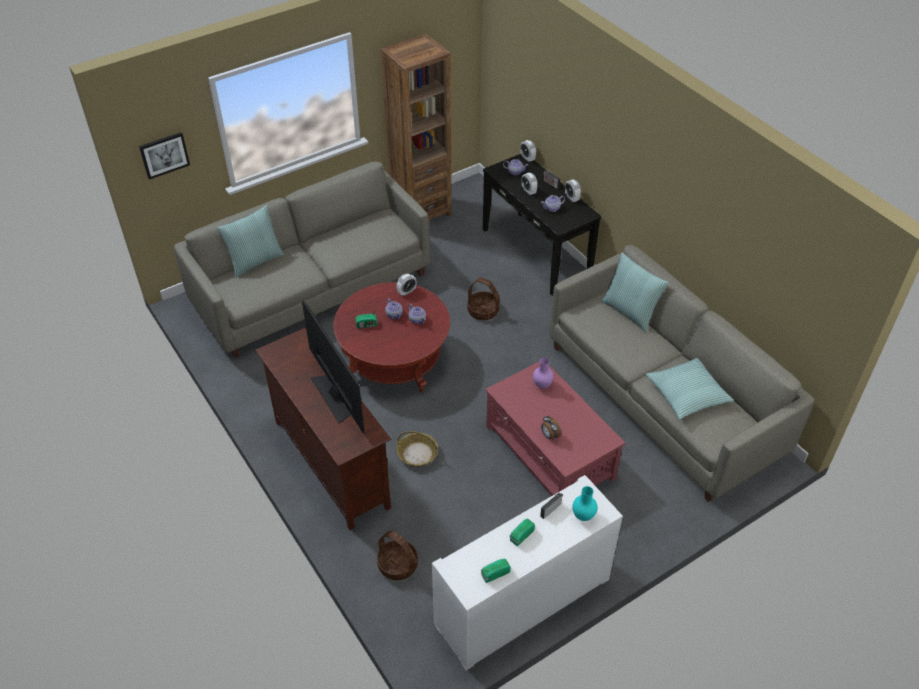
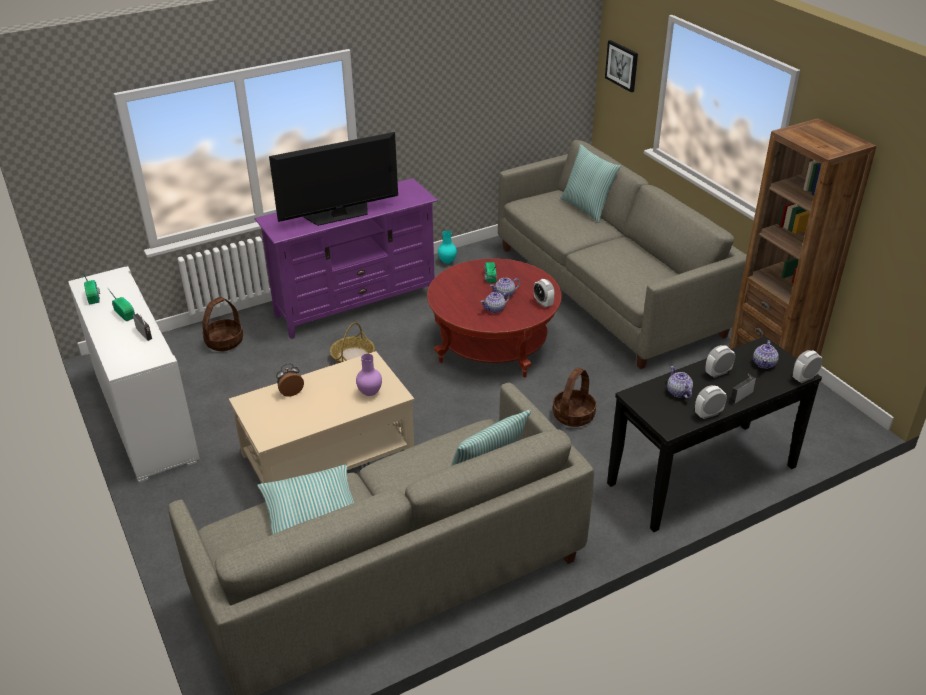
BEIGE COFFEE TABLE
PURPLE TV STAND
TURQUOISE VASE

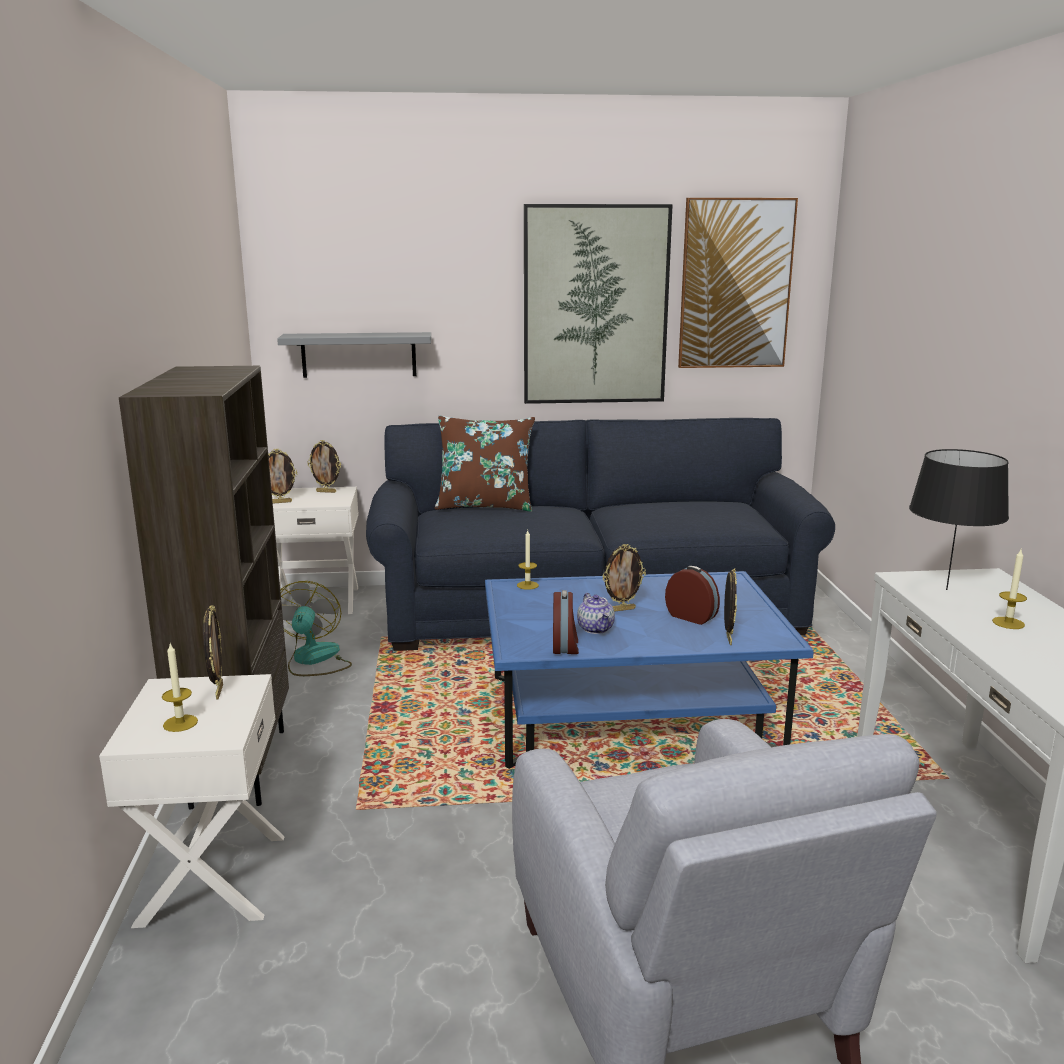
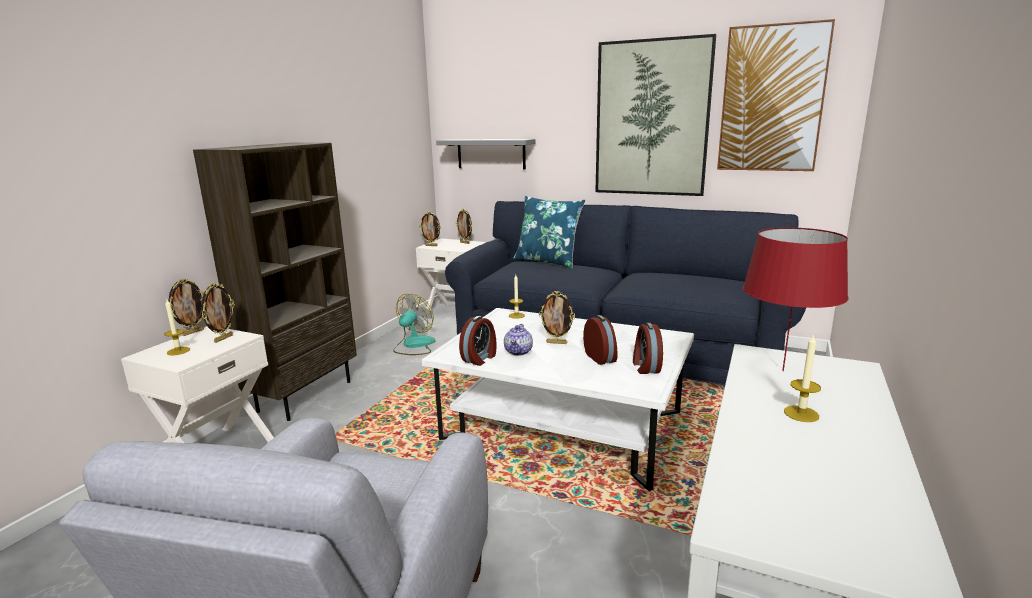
PICTURE FRAME (no. 1 from left)
WHITE COFFEE TABLE
BLUE PILLOW
ALARM CLOCK (no. 3 from left)
RED TABLE LAMP

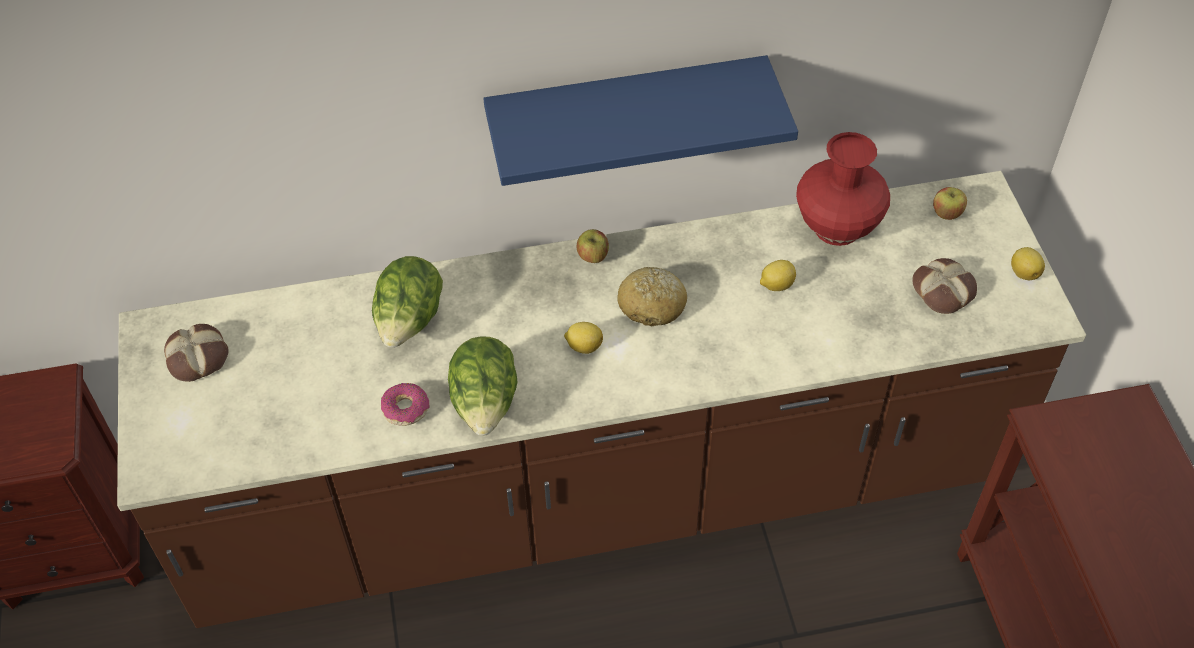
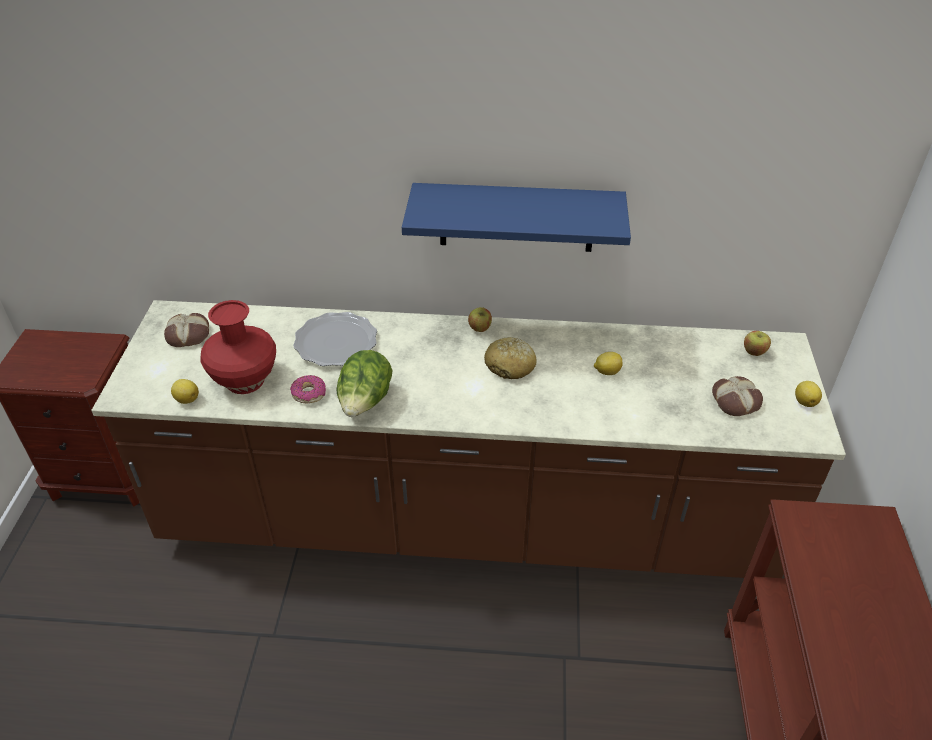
LEMON (no. 1 from left)
RED VASE
PLATE

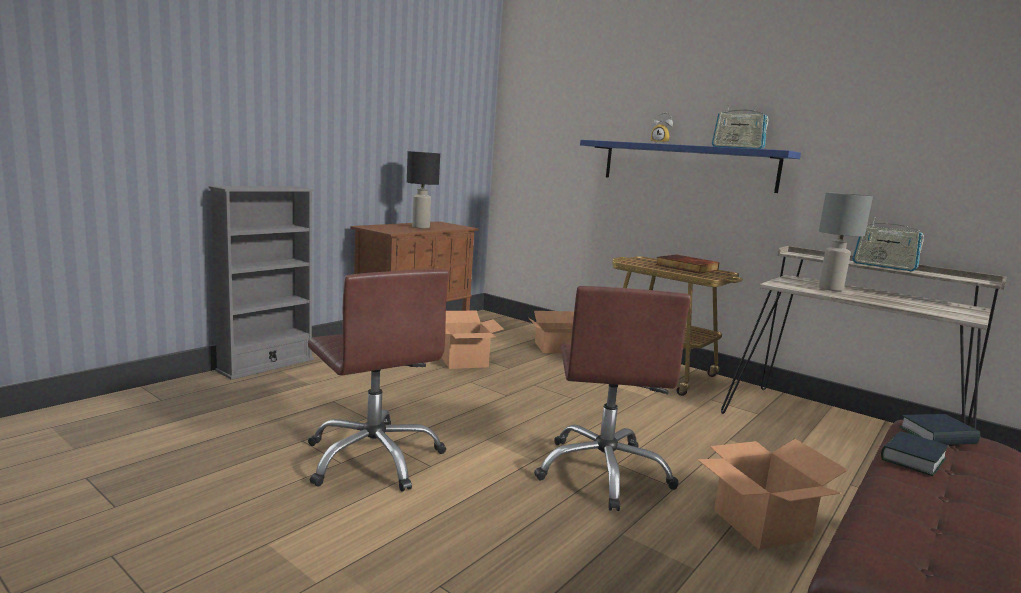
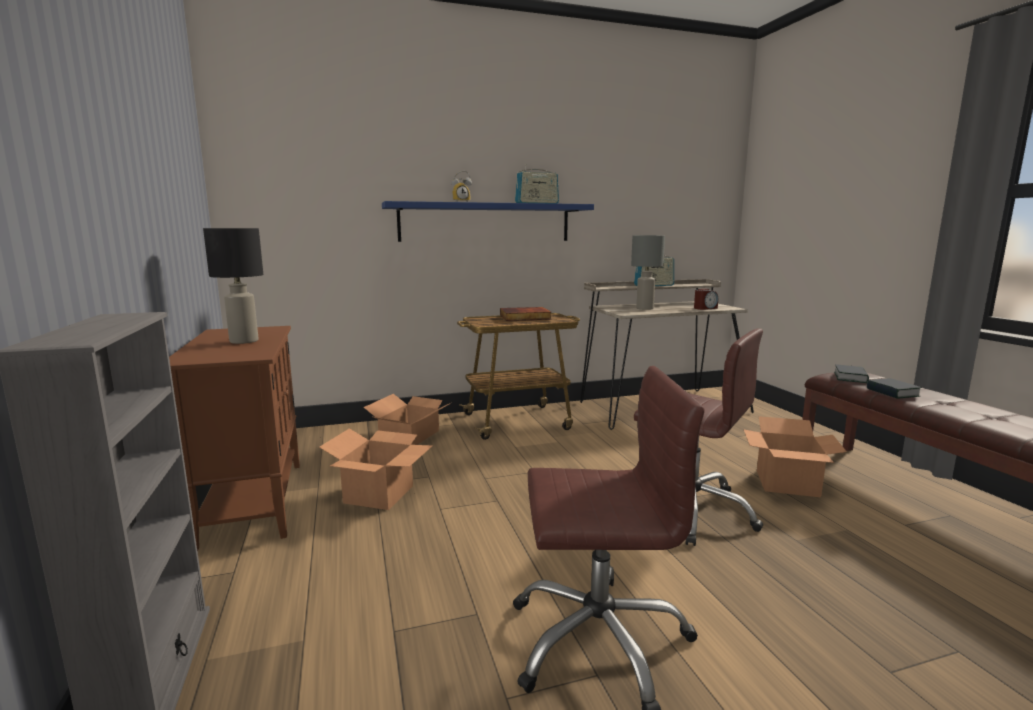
ALARM CLOCK (no. 2 from left)

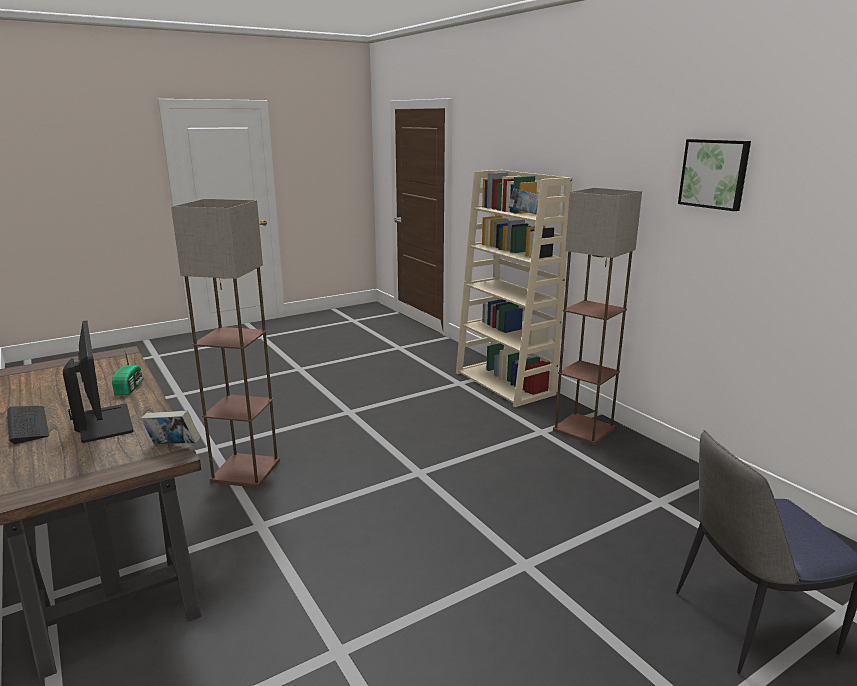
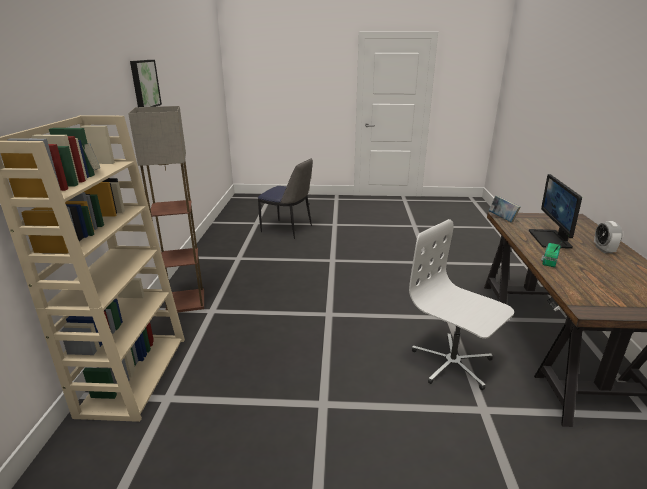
WHITE OFFICE CHAIR
ALARM CLOCK

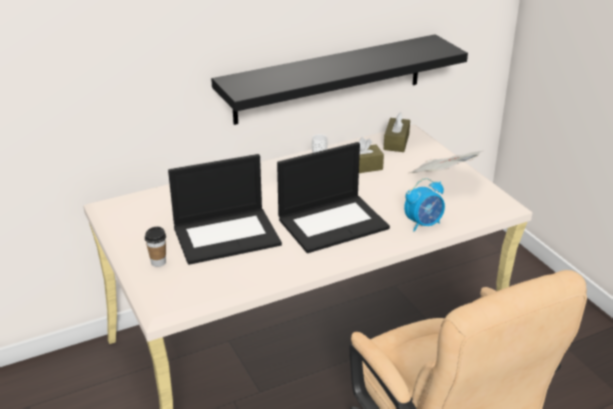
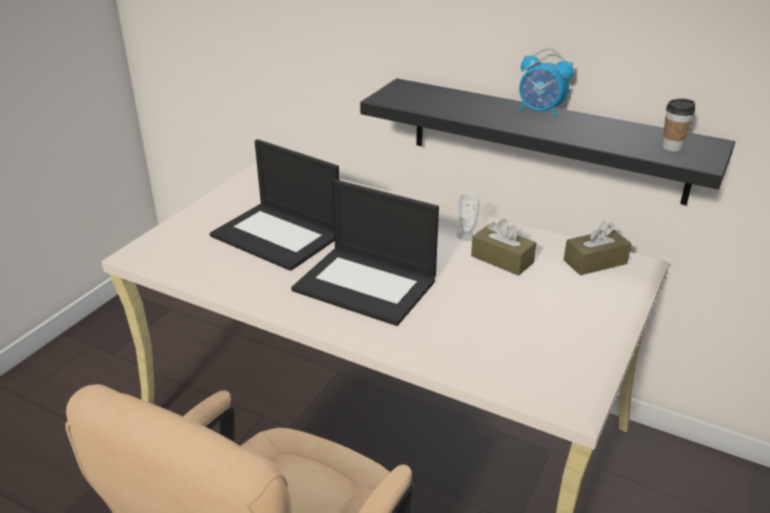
ALARM CLOCK
CUP (no. 2 from left)
NEWSPAPER

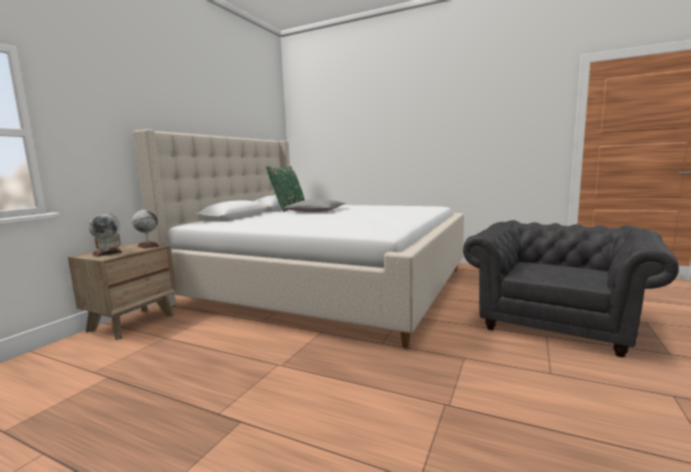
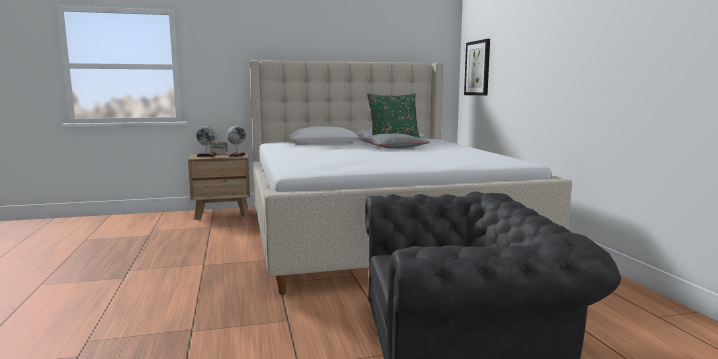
PICTURE

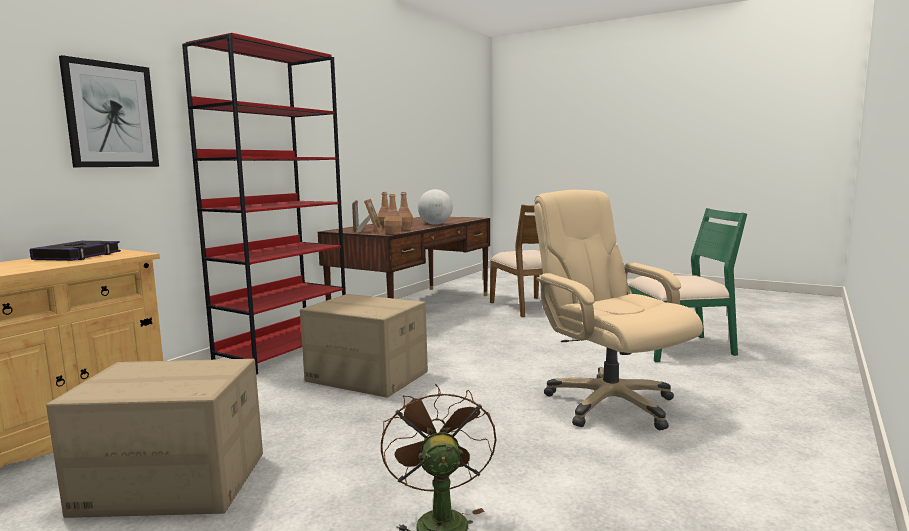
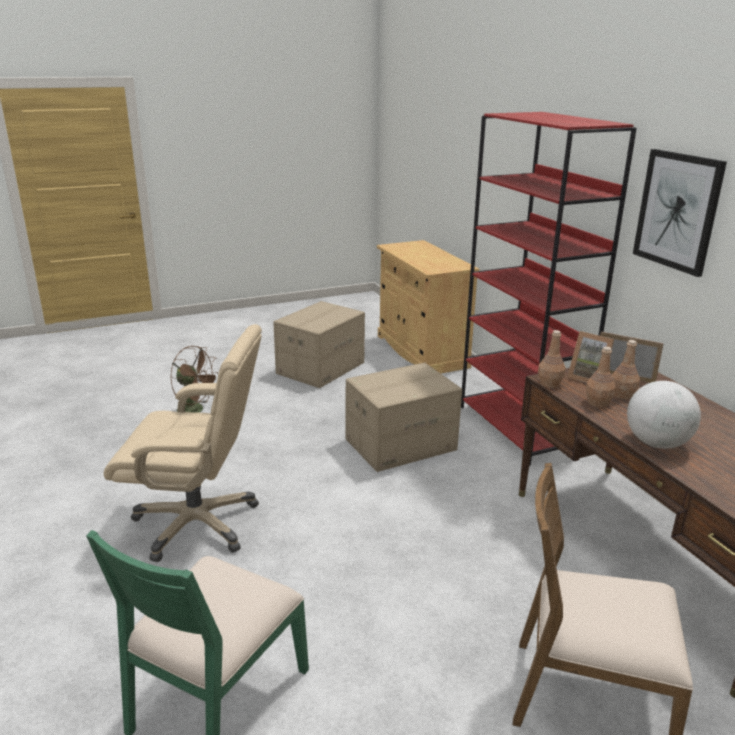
PICTURE
BOOK

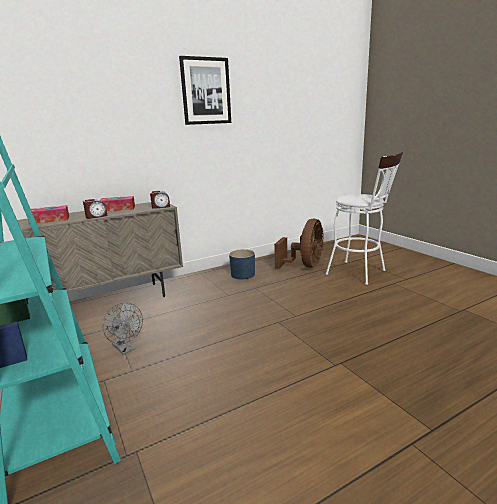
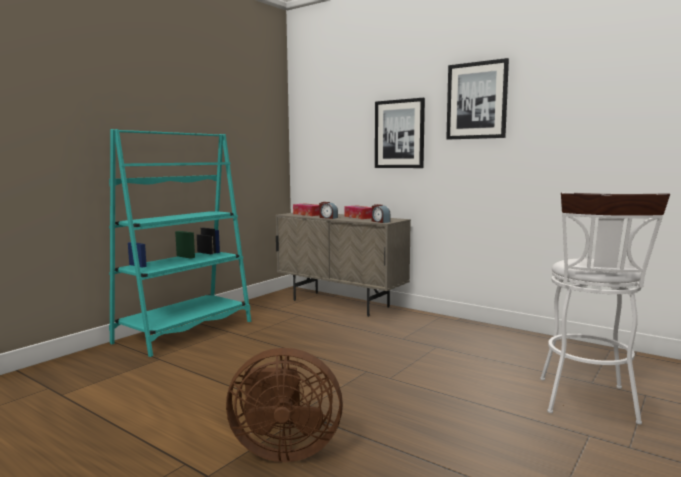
BROWN FAN
PICTURE (no. 1 from left)
GREY FAN
BLUE PLANTER

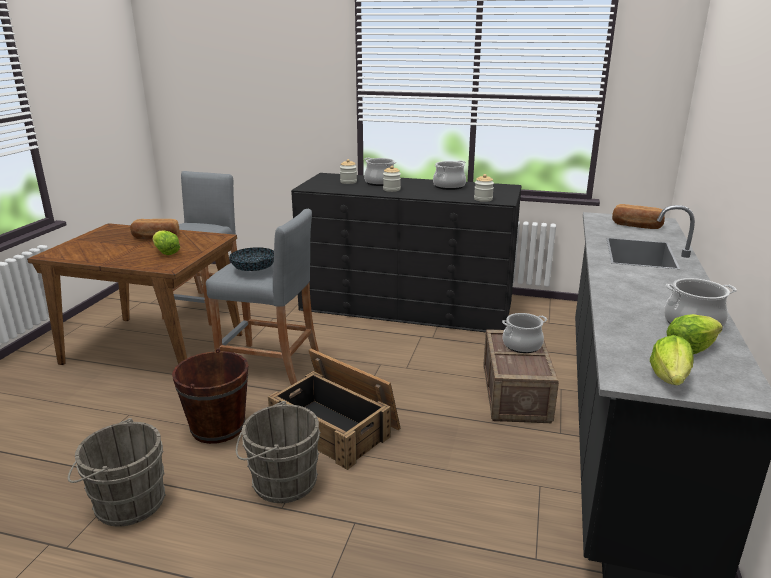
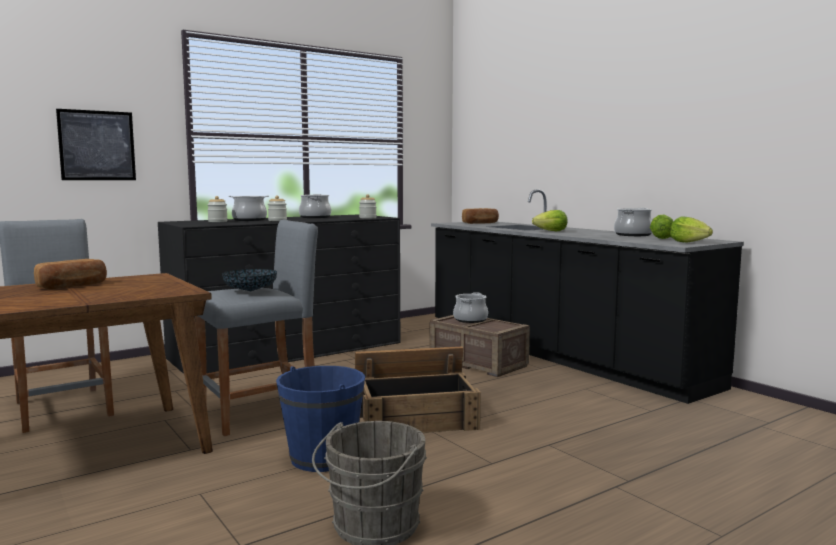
PICTURE
BLUE BUCKET
LETTUCE (no. 1 from left)
GREY BUCKET (no. 2 from left in the first image)

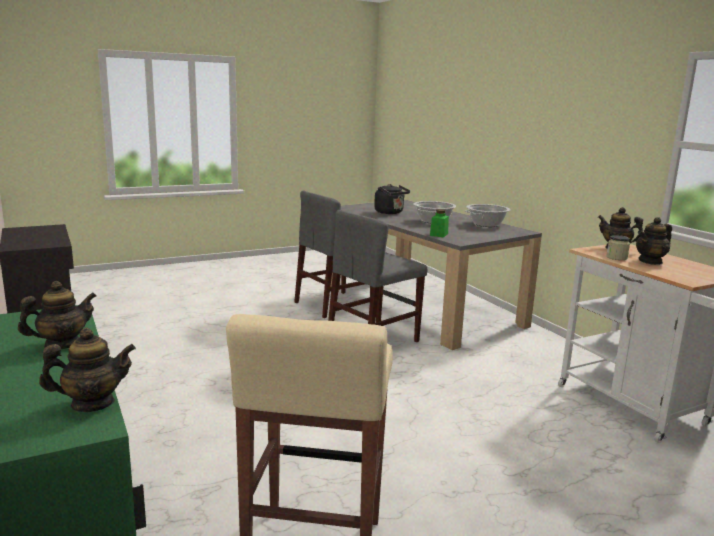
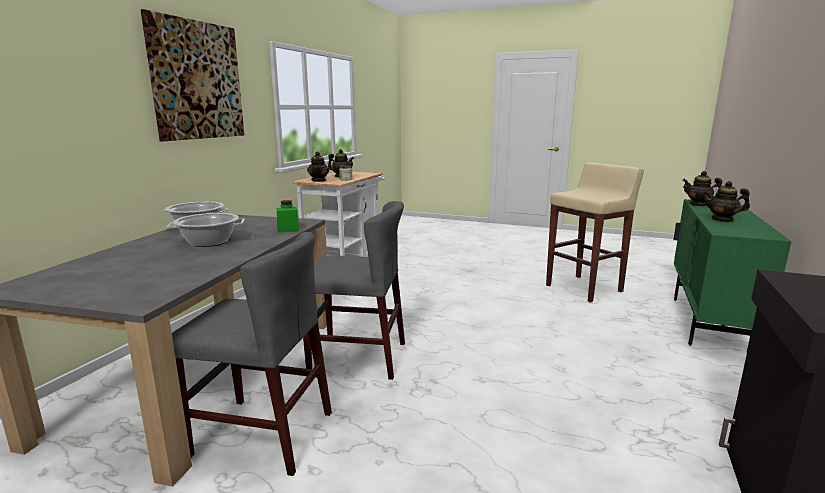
PICTURE
BLACK KETTLE

